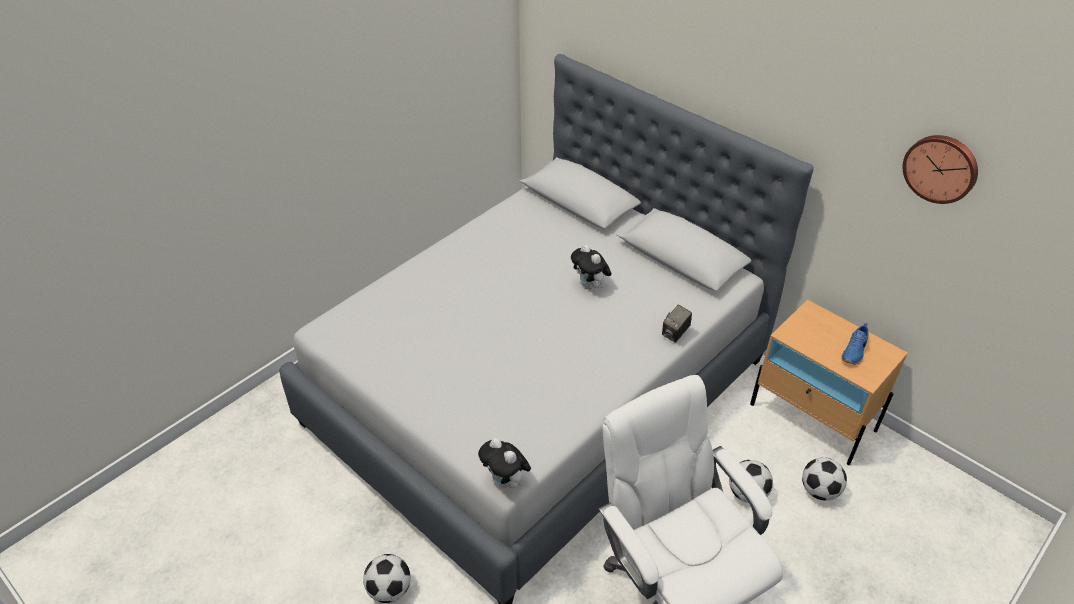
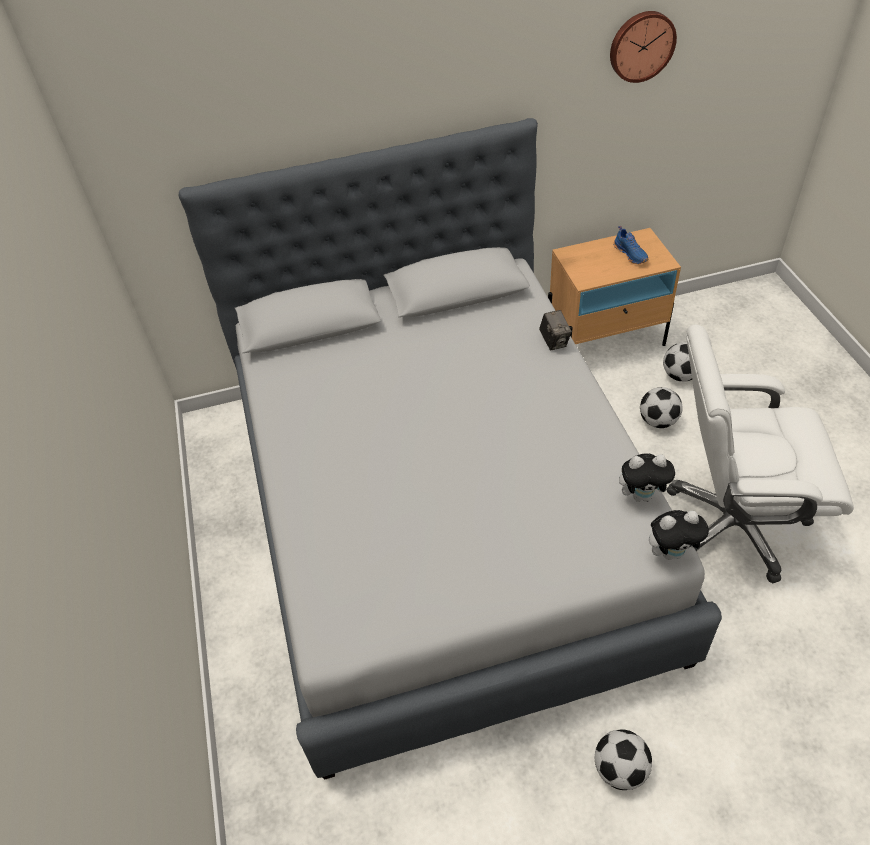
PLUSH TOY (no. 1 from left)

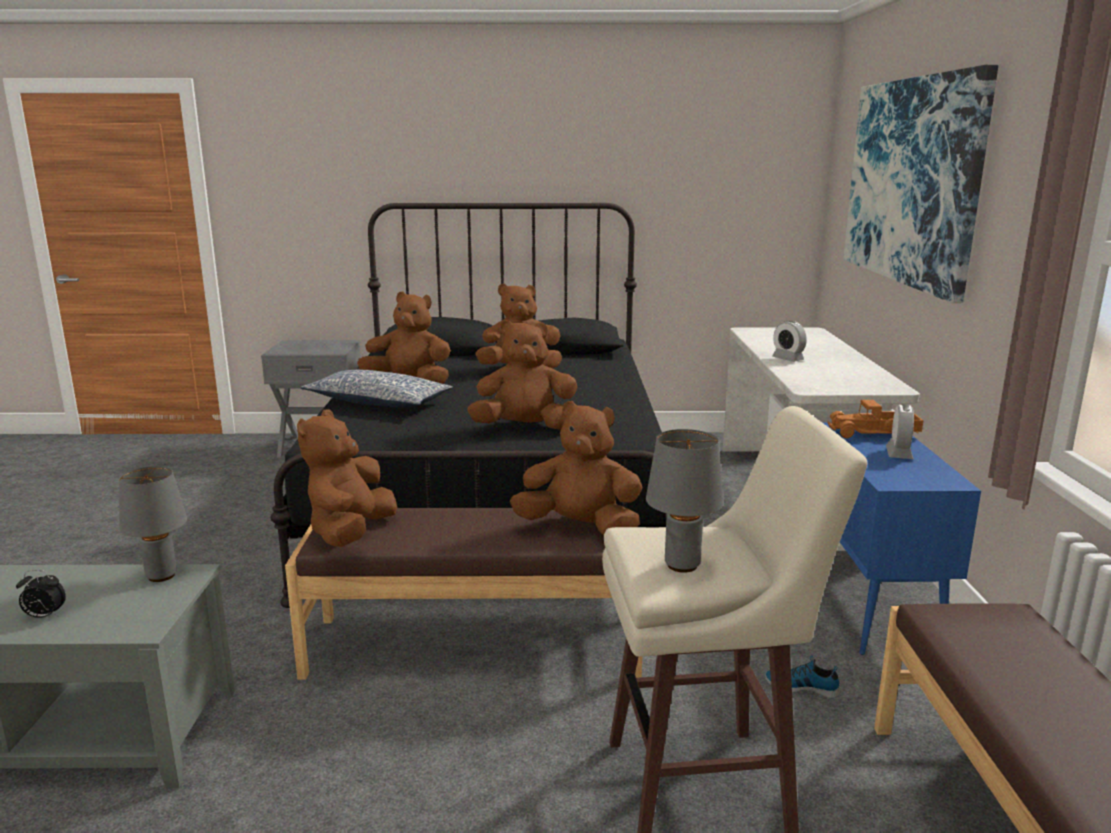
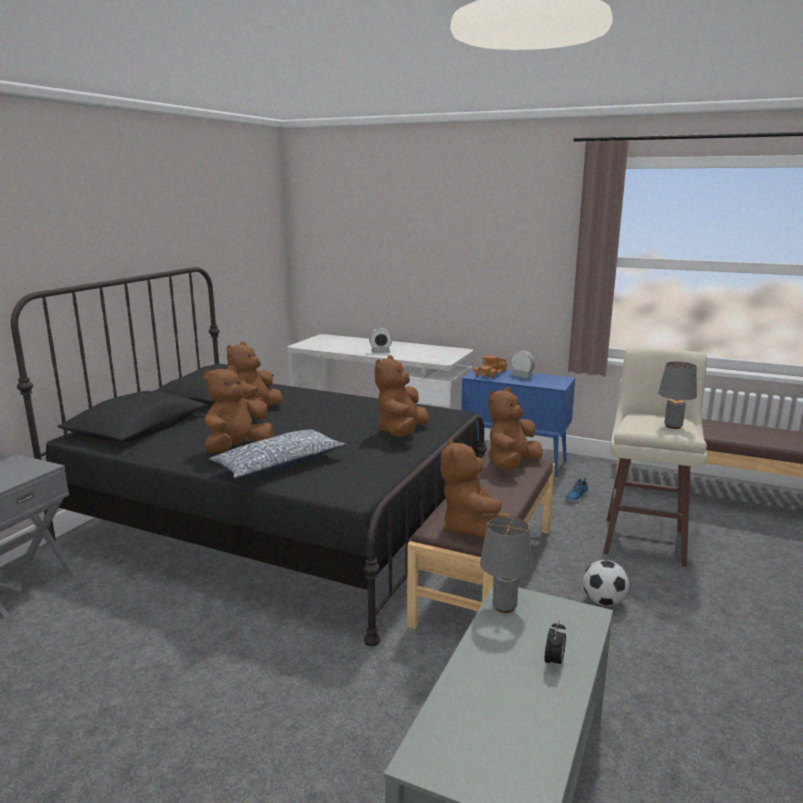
BROWN PLUSH TOY (no. 4 from left)
FOOTBALL
PICTURE

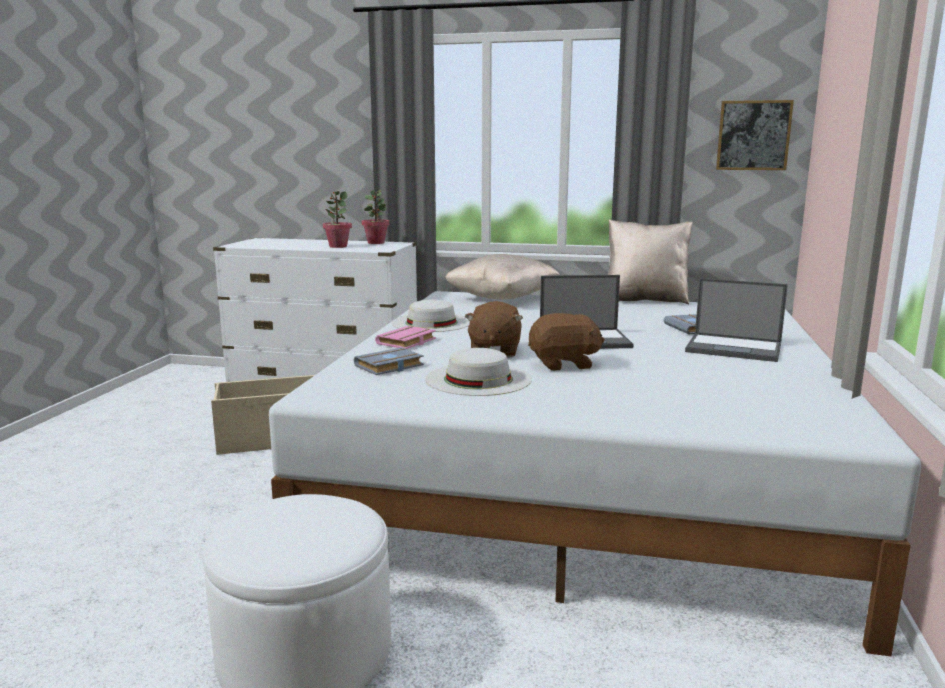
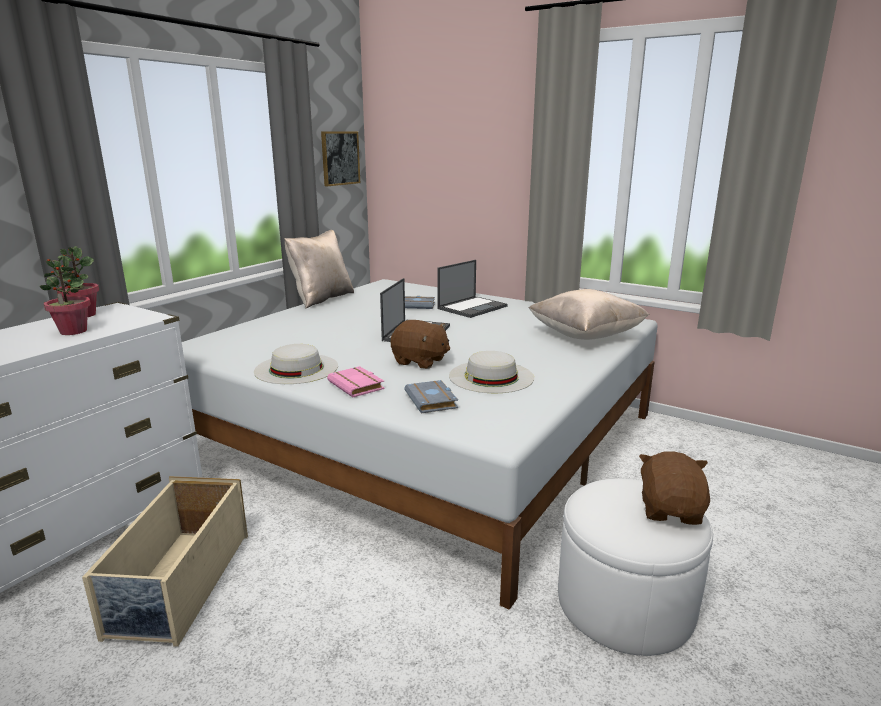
BEIGE PILLOW (no. 2 from left)
BROWN PLUSH TOY (no. 2 from left)

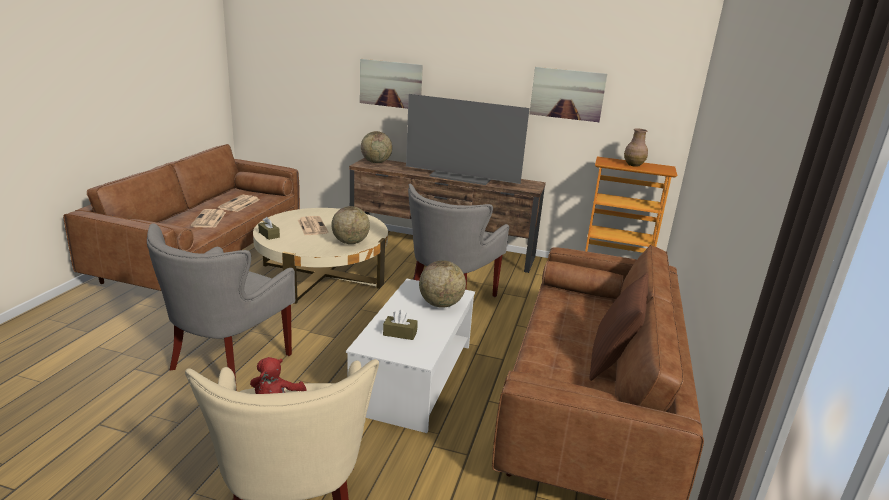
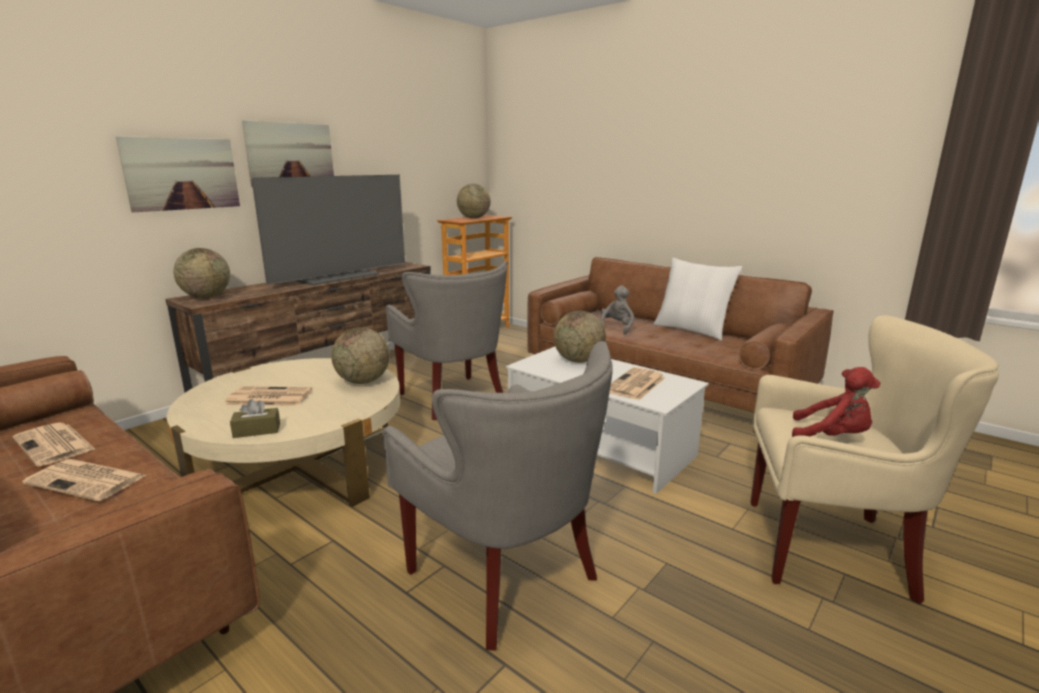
PICTURE (no. 2 from left)
GLOBE (no. 3 from left)
GREY PLUSH TOY
NEWSPAPER (no. 4 from left)
WHITE PILLOW

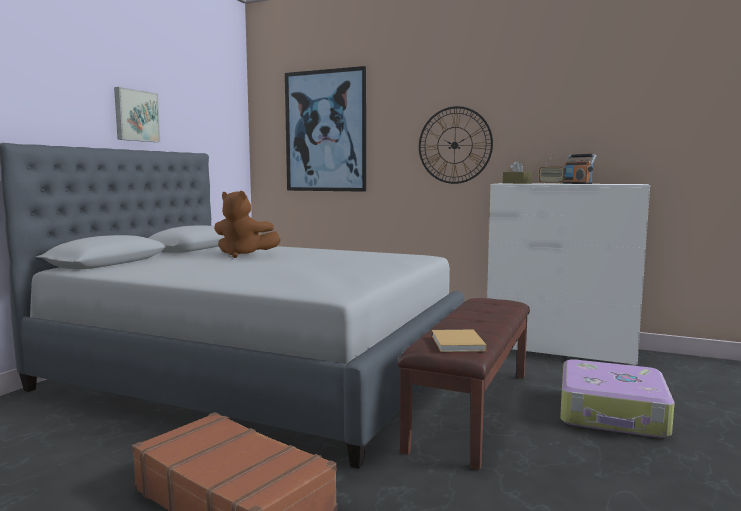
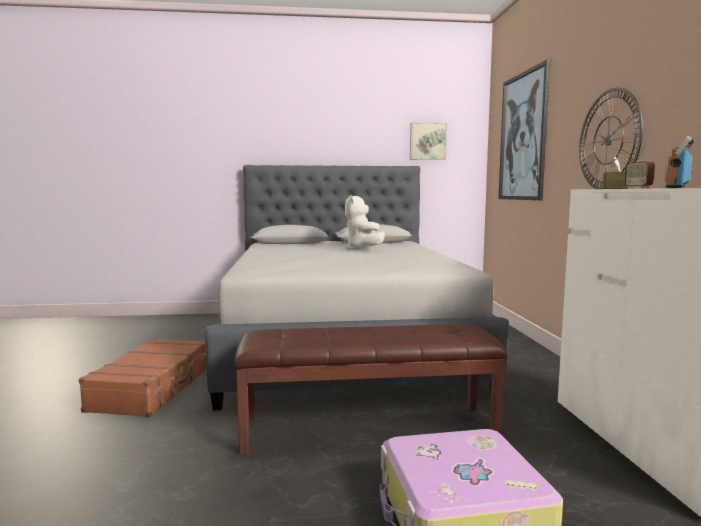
WHITE PLUSH TOY
PICTURE (no. 1 from left)
BEIGE BOOK

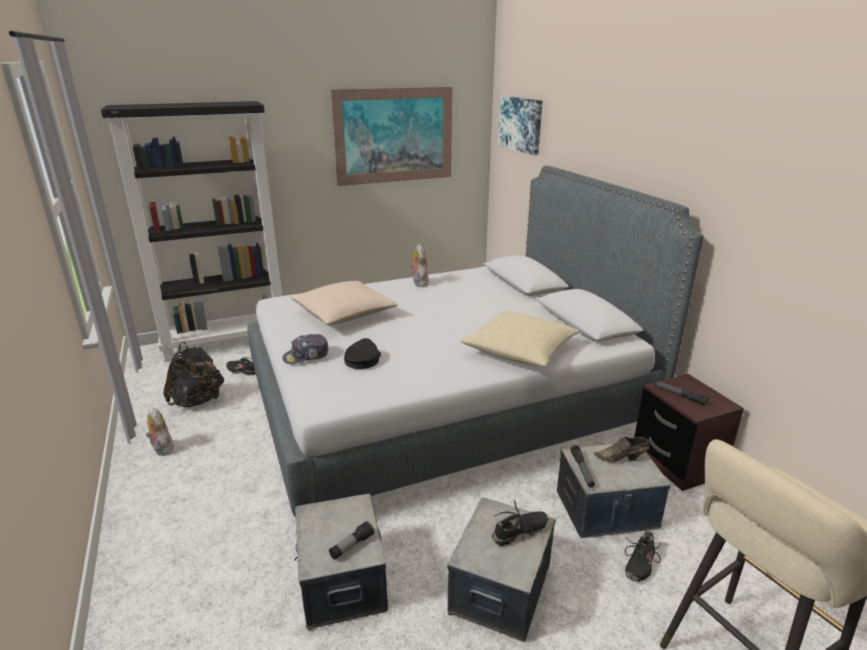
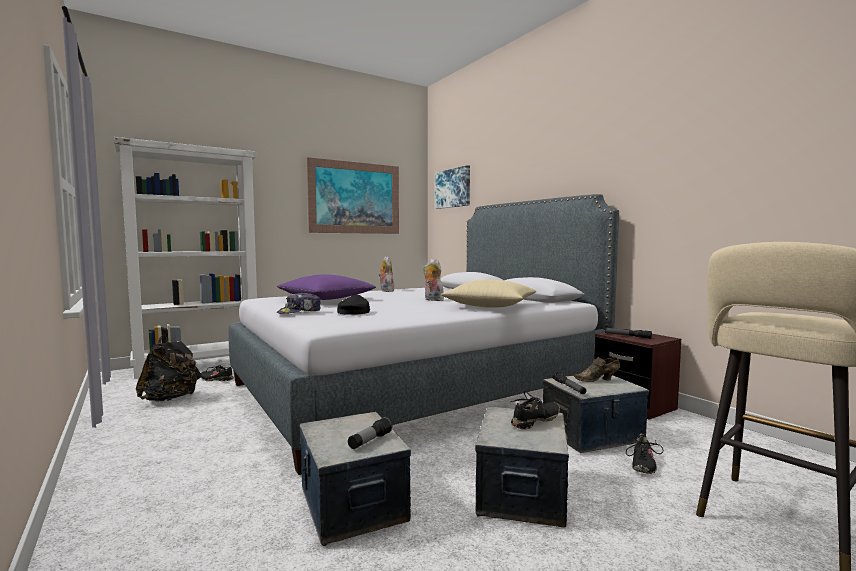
WHITE BOOKCASE
PURPLE PILLOW
PLUSH TOY (no. 2 from left)

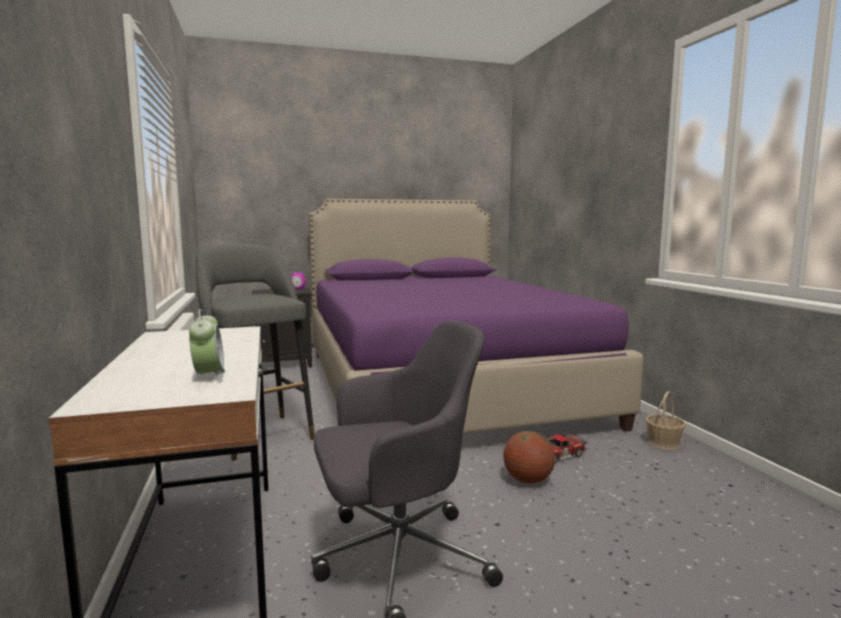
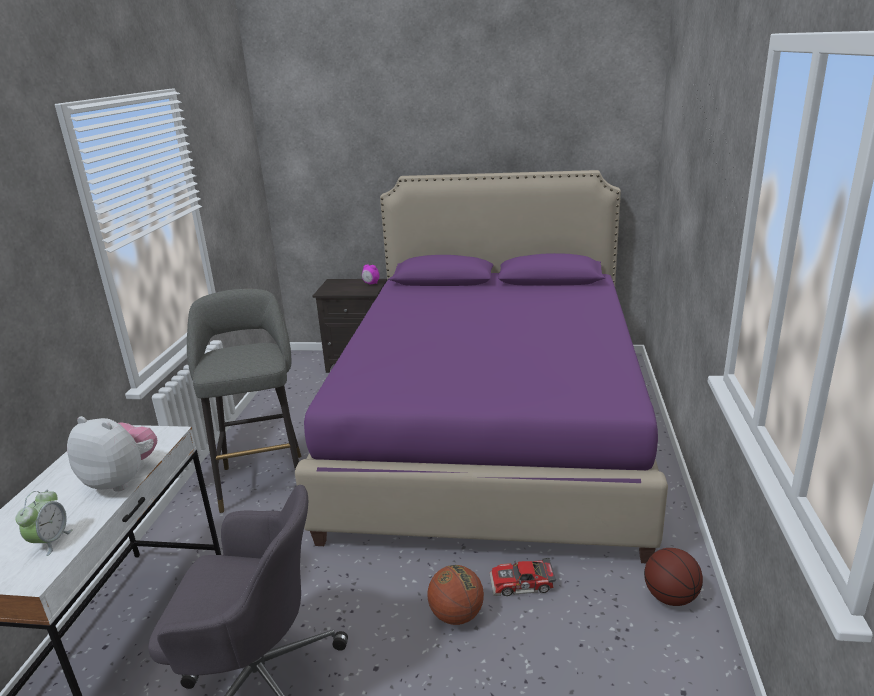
PLUSH TOY
BASKETBALL (no. 2 from left)

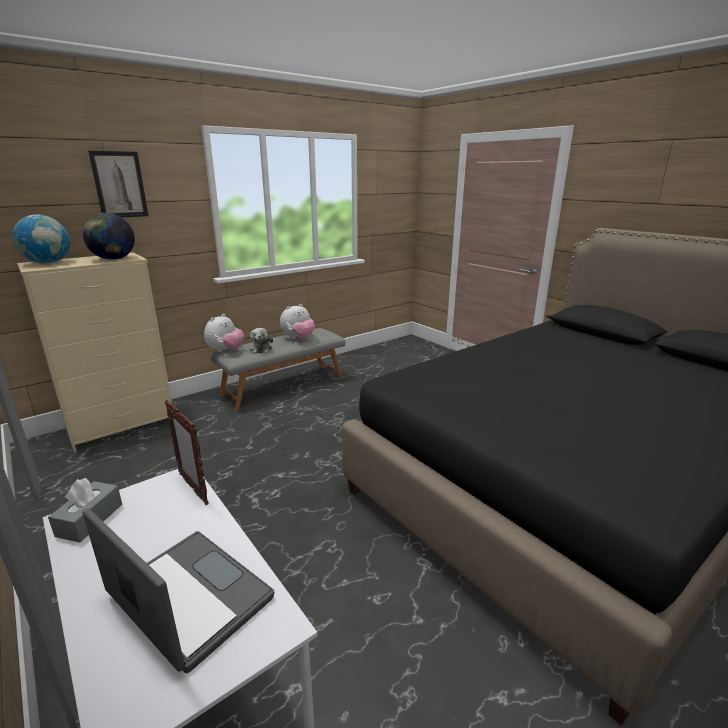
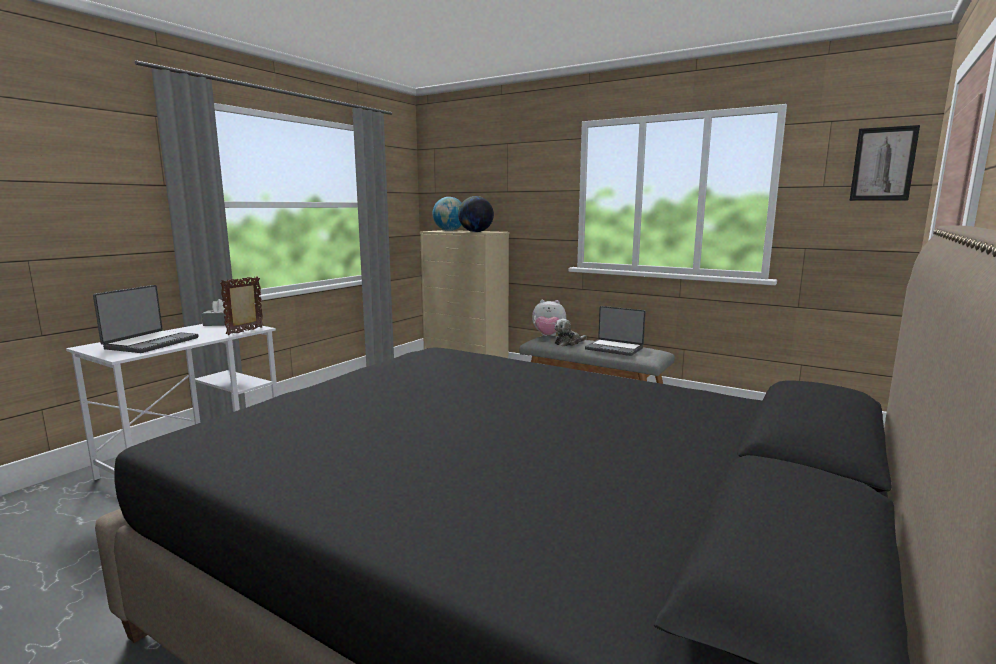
LAPTOP (no. 2 from left)
PICTURE

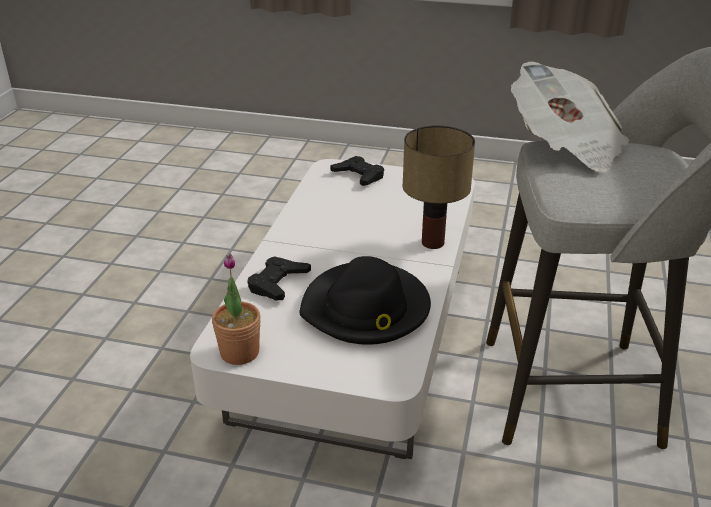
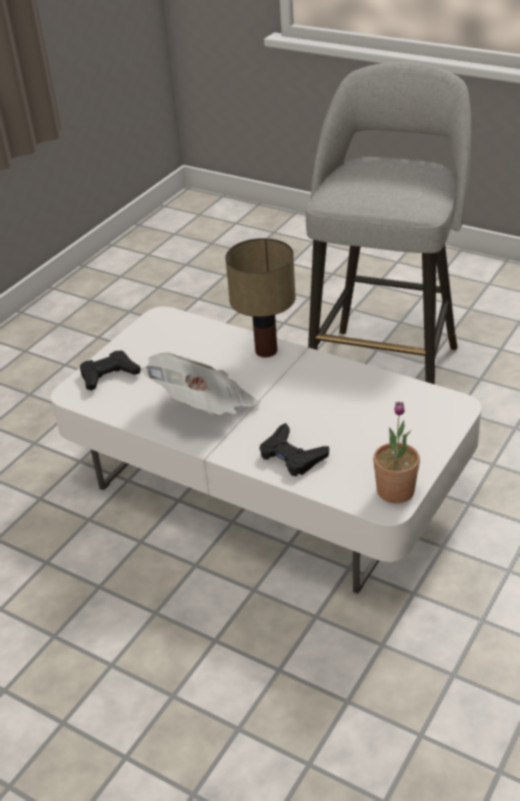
NEWSPAPER
BLACK HAT

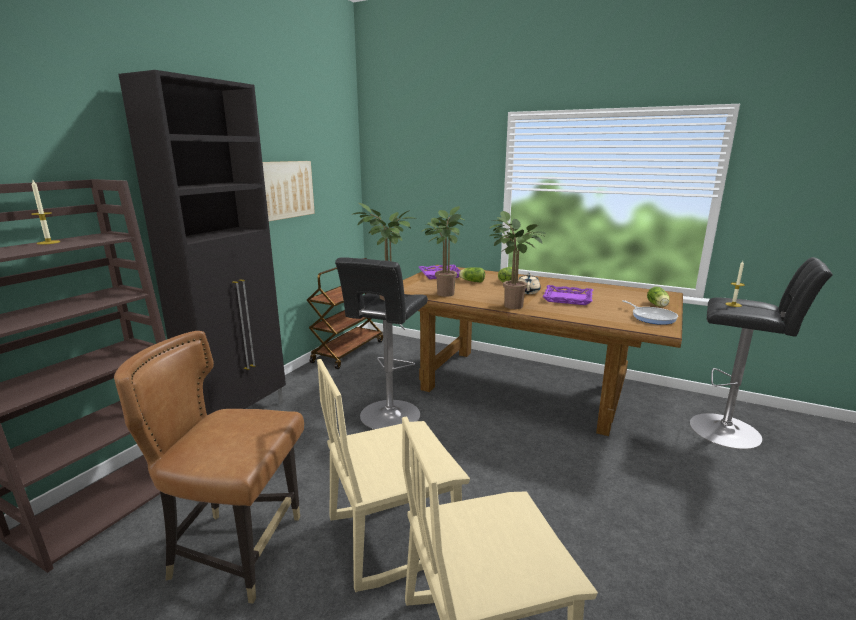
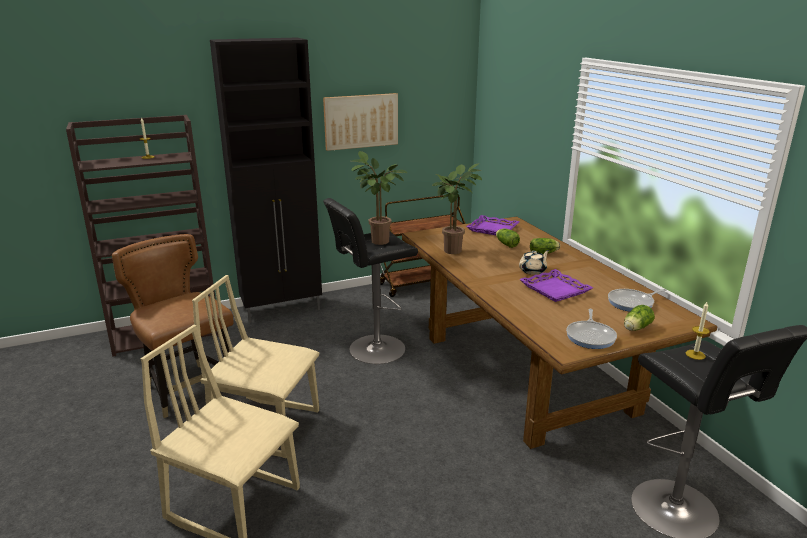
FRYING PAN (no. 2 from left)
POTTED PLANT (no. 3 from left in the first image)

